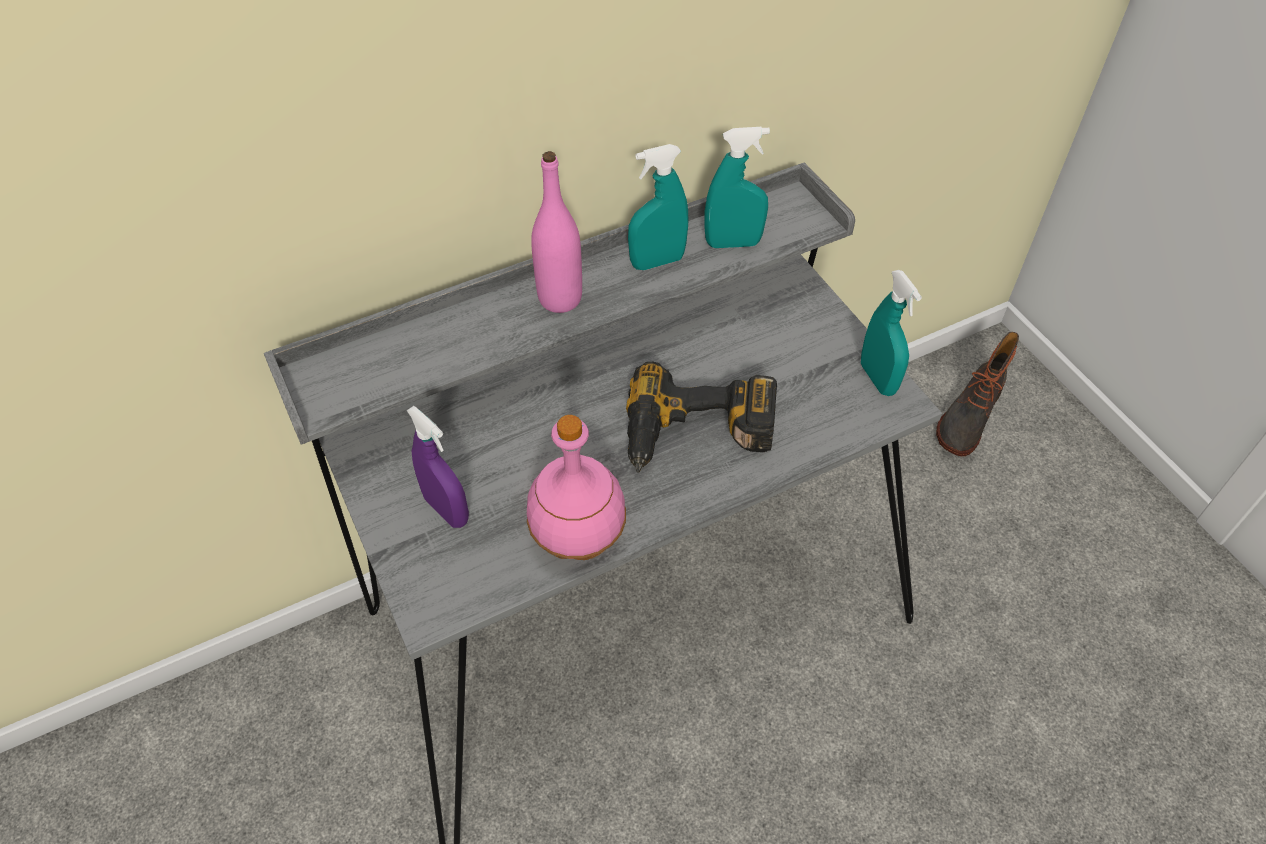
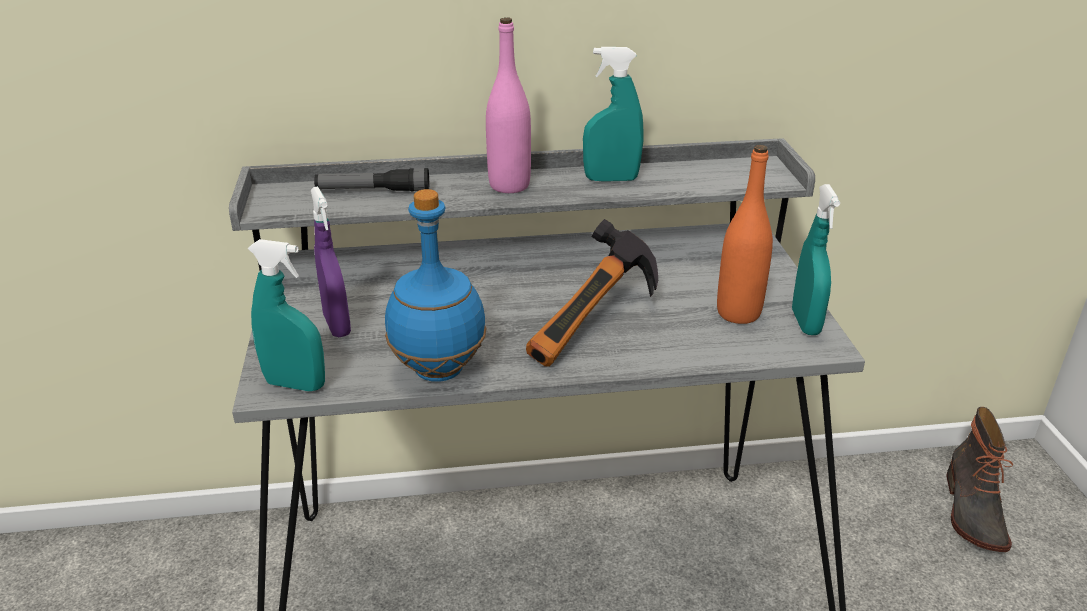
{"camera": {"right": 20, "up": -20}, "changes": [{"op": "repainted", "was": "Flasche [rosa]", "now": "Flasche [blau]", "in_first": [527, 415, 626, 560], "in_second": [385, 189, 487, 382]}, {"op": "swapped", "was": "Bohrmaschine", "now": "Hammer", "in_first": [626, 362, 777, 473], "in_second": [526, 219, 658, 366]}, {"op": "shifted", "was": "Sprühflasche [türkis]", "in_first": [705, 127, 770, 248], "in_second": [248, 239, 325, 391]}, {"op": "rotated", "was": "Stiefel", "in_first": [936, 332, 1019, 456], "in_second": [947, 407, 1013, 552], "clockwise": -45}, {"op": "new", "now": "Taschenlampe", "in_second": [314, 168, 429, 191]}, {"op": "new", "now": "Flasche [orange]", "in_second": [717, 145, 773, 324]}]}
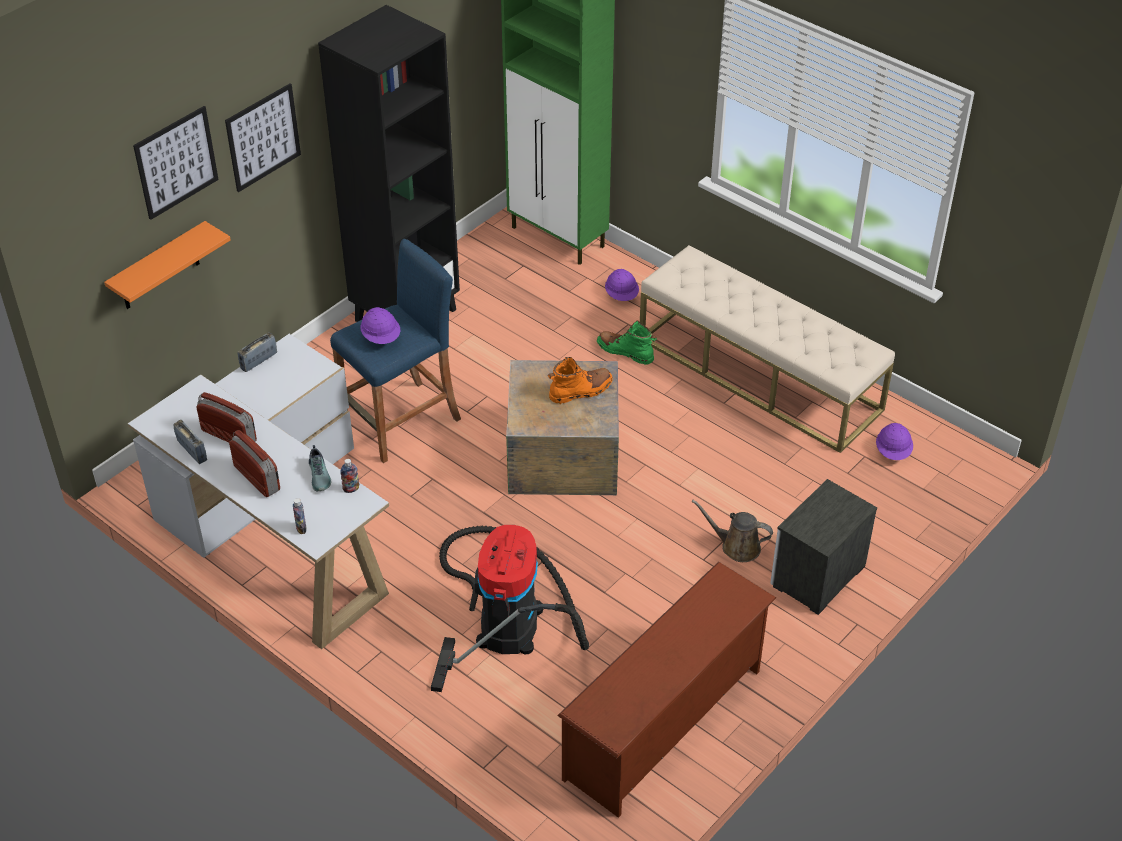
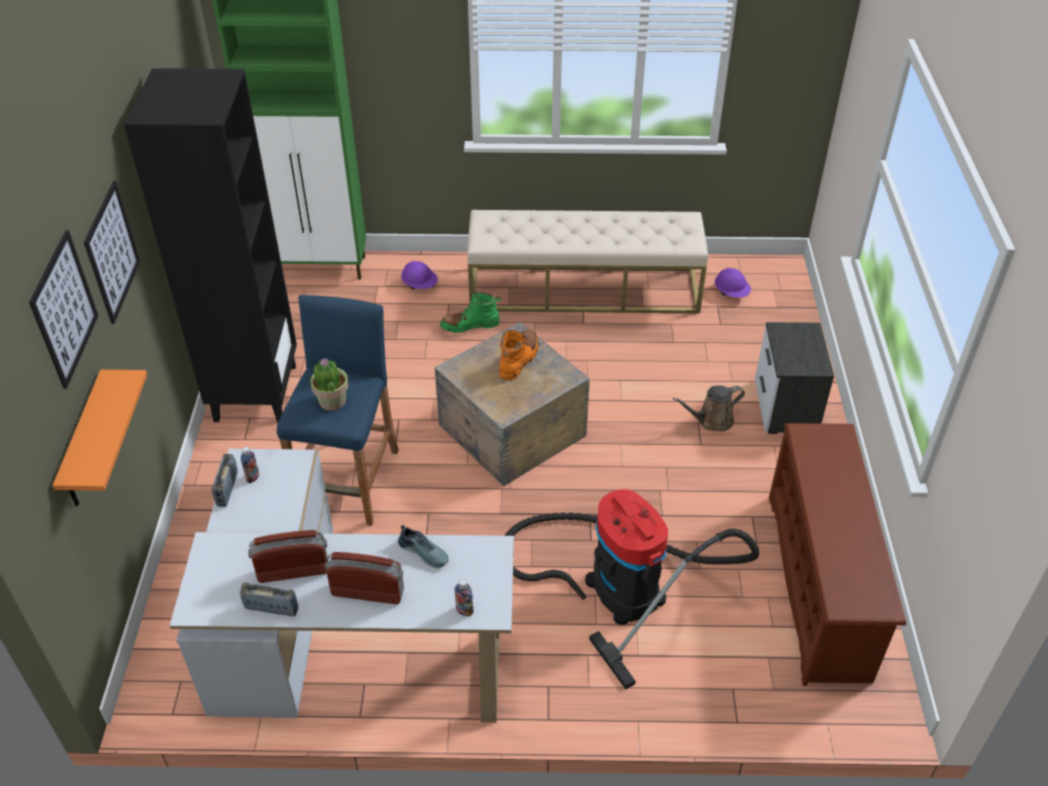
{"camera": {"right": -40, "up": 0}, "changes": [{"op": "shifted", "was": "Flasche", "in_first": [340, 459, 359, 493], "in_second": [241, 447, 259, 483]}, {"op": "swapped", "was": "Schutzhelm [lila]", "now": "Topfpflanze", "in_first": [360, 307, 400, 344], "in_second": [310, 358, 348, 411]}]}
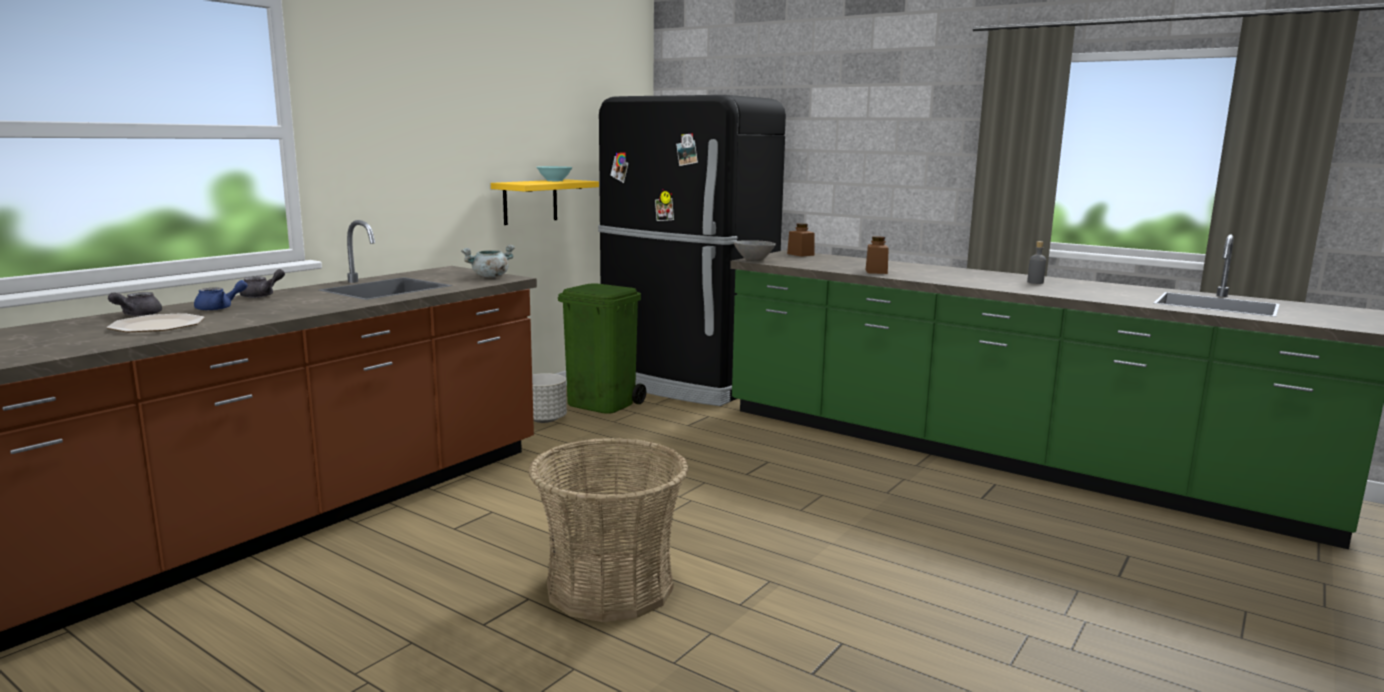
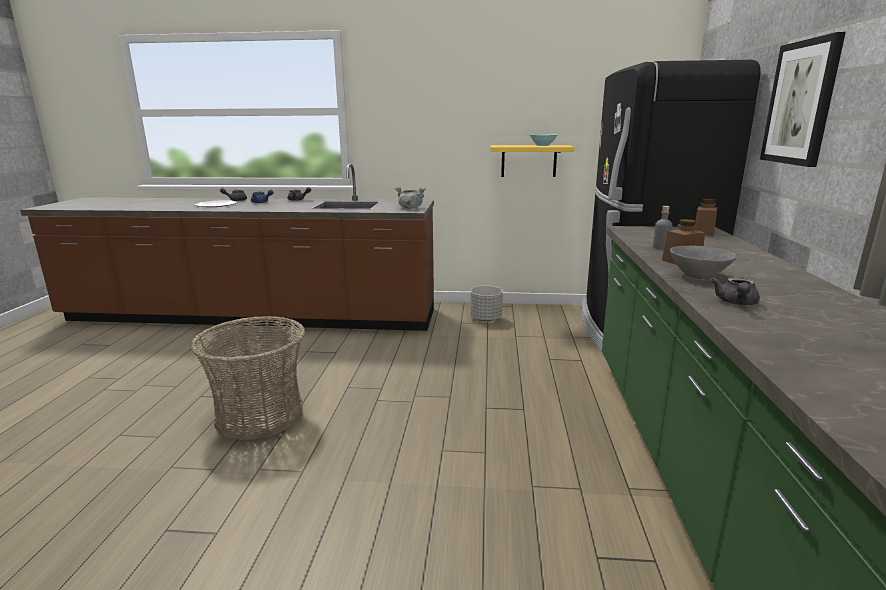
{"camera": {"right": 60, "up": 5}, "changes": [{"op": "gone", "was": "Mülleimer [grün]", "in_first": [558, 283, 646, 414]}, {"op": "shifted", "was": "Schüssel [grau]", "in_first": [734, 240, 776, 261], "in_second": [670, 246, 737, 279]}, {"op": "shifted", "was": "Flasche [grau]", "in_first": [1027, 241, 1046, 284], "in_second": [653, 206, 672, 249]}, {"op": "new", "now": "Teekanne [grau]", "in_second": [711, 277, 760, 305]}, {"op": "new", "now": "Bild", "in_second": [760, 32, 846, 167]}]}
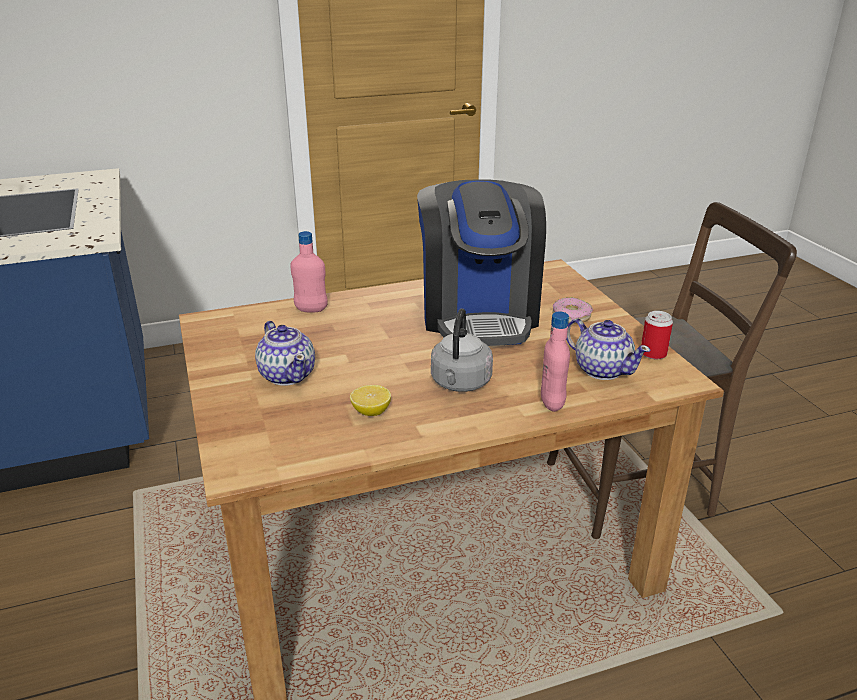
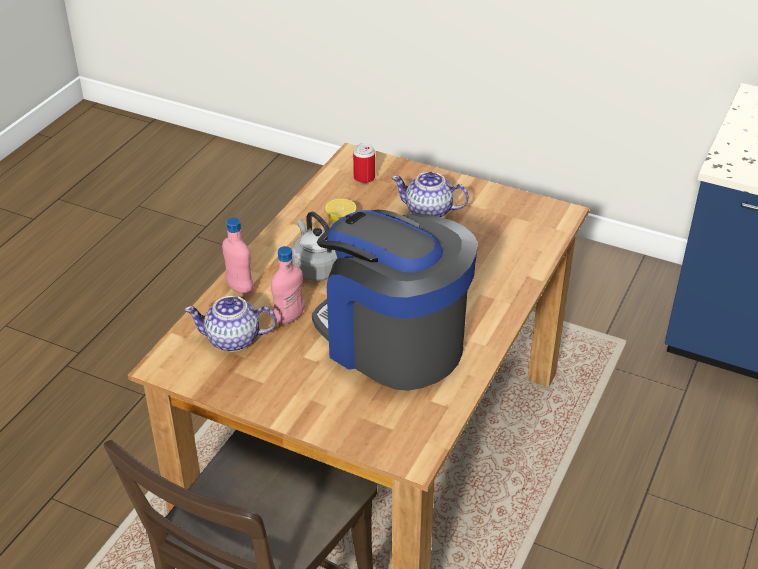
{"camera": {"right": 135, "up": 10}, "changes": [{"op": "shifted", "was": "Flasche [rosa]", "in_first": [291, 231, 328, 313], "in_second": [271, 246, 304, 324]}, {"op": "gone", "was": "Donut", "in_first": [552, 297, 593, 324]}, {"op": "shifted", "was": "Dose", "in_first": [641, 311, 673, 359], "in_second": [353, 143, 375, 183]}]}
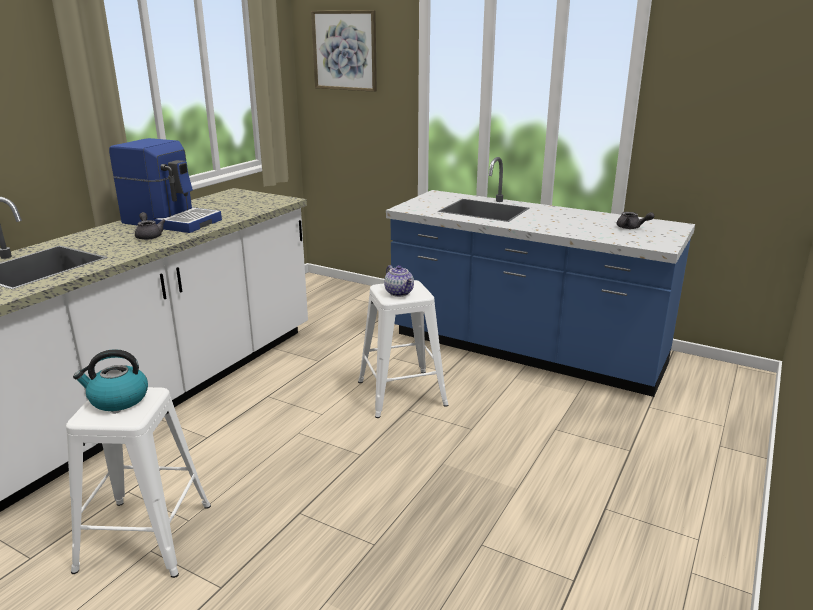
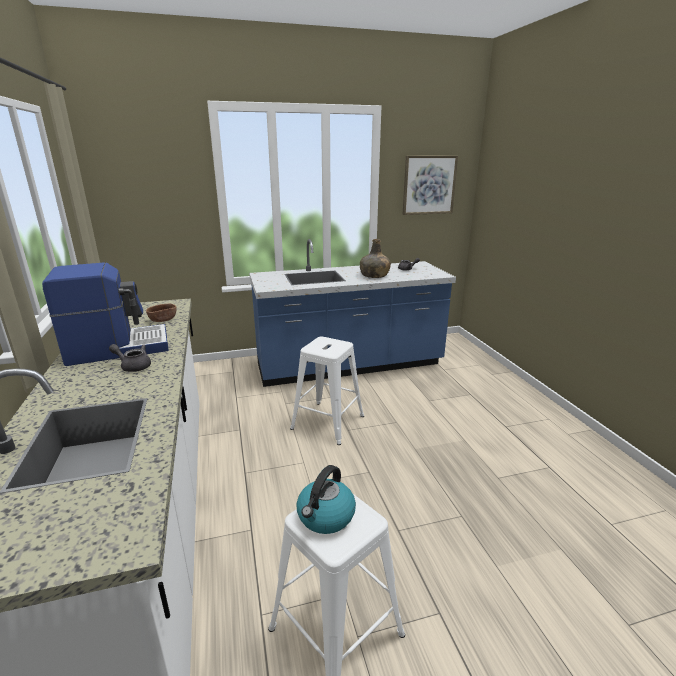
{"camera": {"right": -45, "up": 0}, "changes": [{"op": "shifted", "was": "Bild", "in_first": [311, 10, 377, 92], "in_second": [403, 156, 458, 215]}, {"op": "gone", "was": "Teekanne", "in_first": [384, 265, 414, 297]}, {"op": "new", "now": "Schüssel [braun]", "in_second": [146, 304, 177, 322]}, {"op": "new", "now": "Flasche [grün]", "in_second": [360, 239, 391, 278]}]}
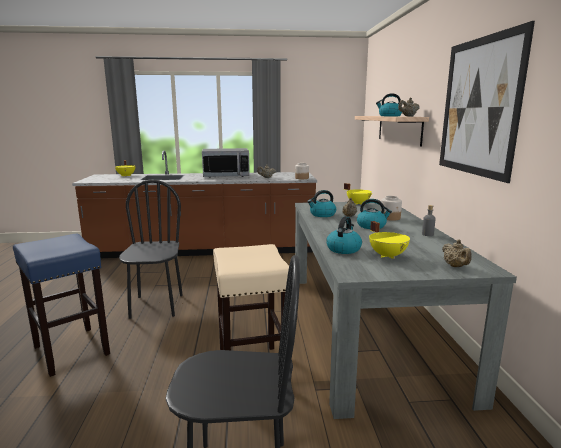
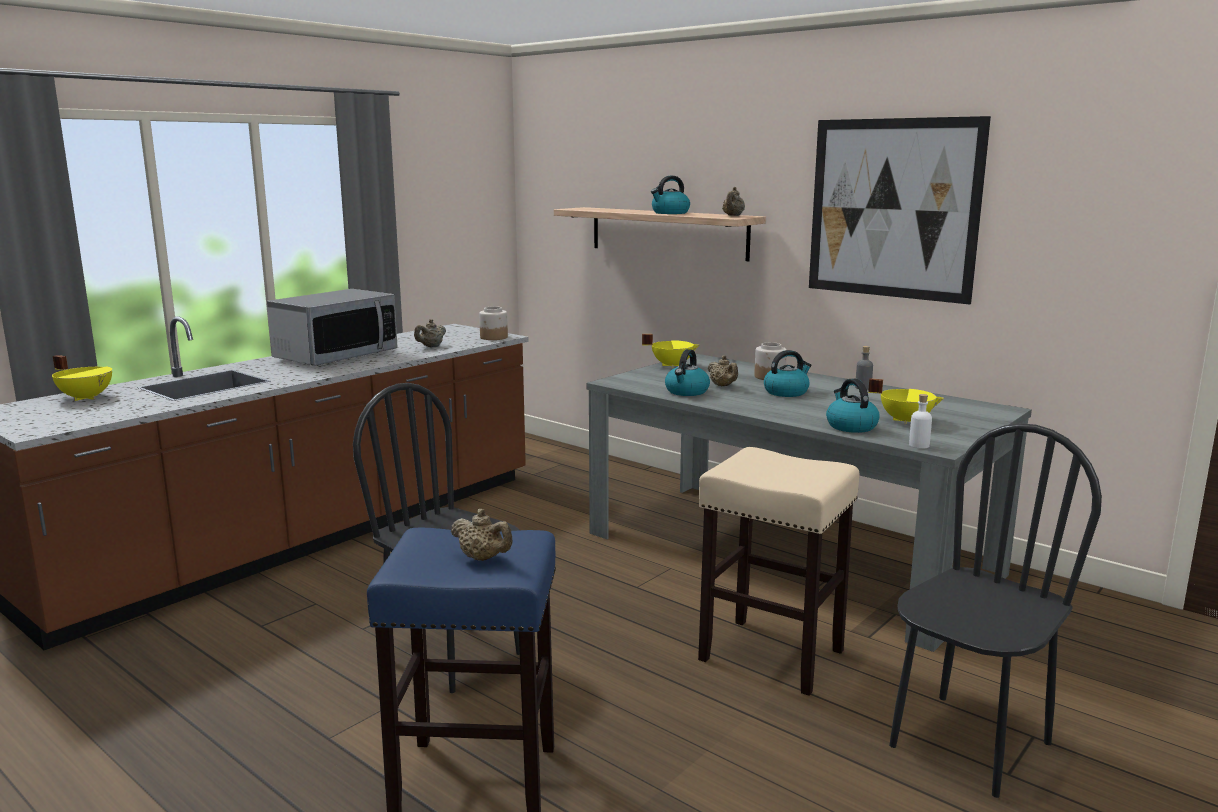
{"camera": {"right": -45, "up": 0}, "changes": [{"op": "shifted", "was": "Teekanne [beige]", "in_first": [442, 239, 472, 267], "in_second": [451, 509, 513, 561]}, {"op": "new", "now": "Flasche [weiß]", "in_second": [909, 394, 932, 449]}]}
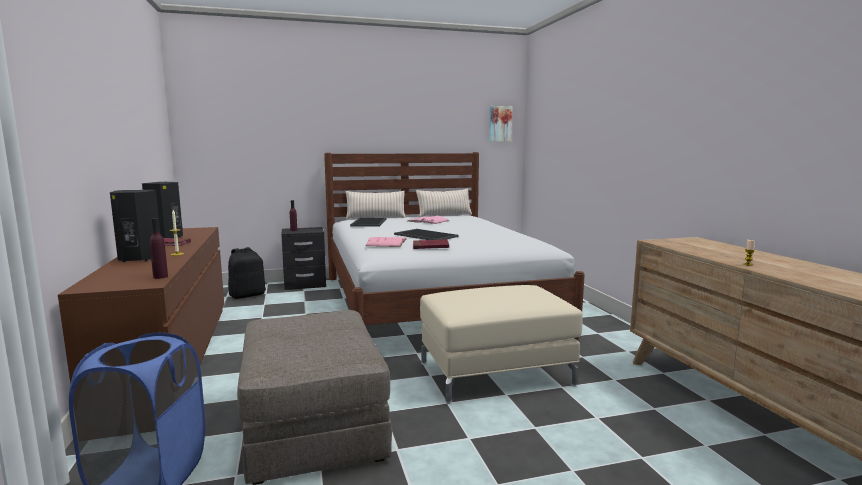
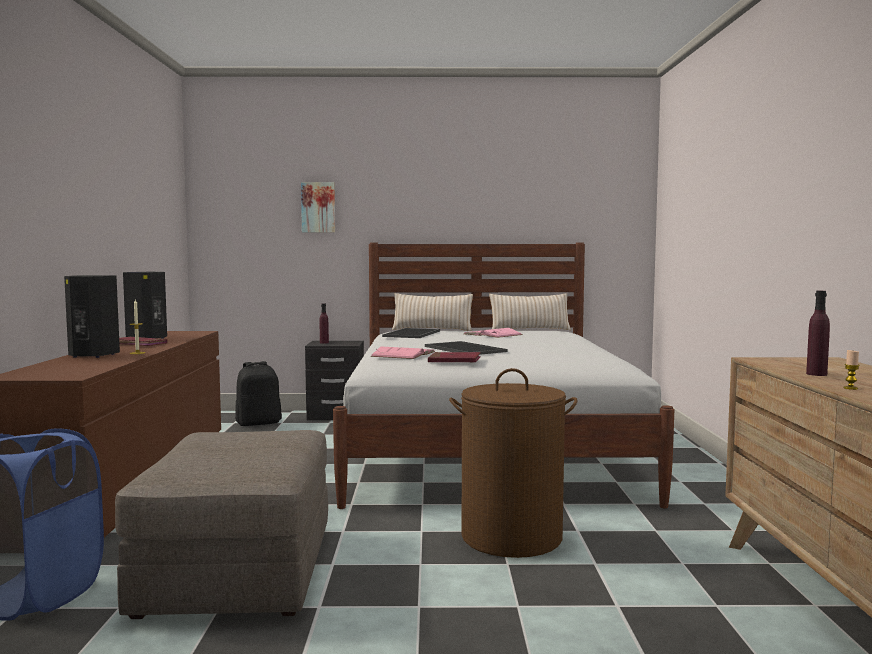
{"camera": {"right": 15, "up": -5}, "changes": [{"op": "shifted", "was": "Flasche [lila]", "in_first": [150, 218, 168, 279], "in_second": [806, 291, 830, 376]}, {"op": "swapped", "was": "Polsterhocker [beige]", "now": "Wäschekorb [braun]", "in_first": [420, 285, 583, 404], "in_second": [449, 368, 578, 558]}, {"op": "shifted", "was": "Bild", "in_first": [489, 106, 512, 142], "in_second": [301, 182, 335, 232]}]}
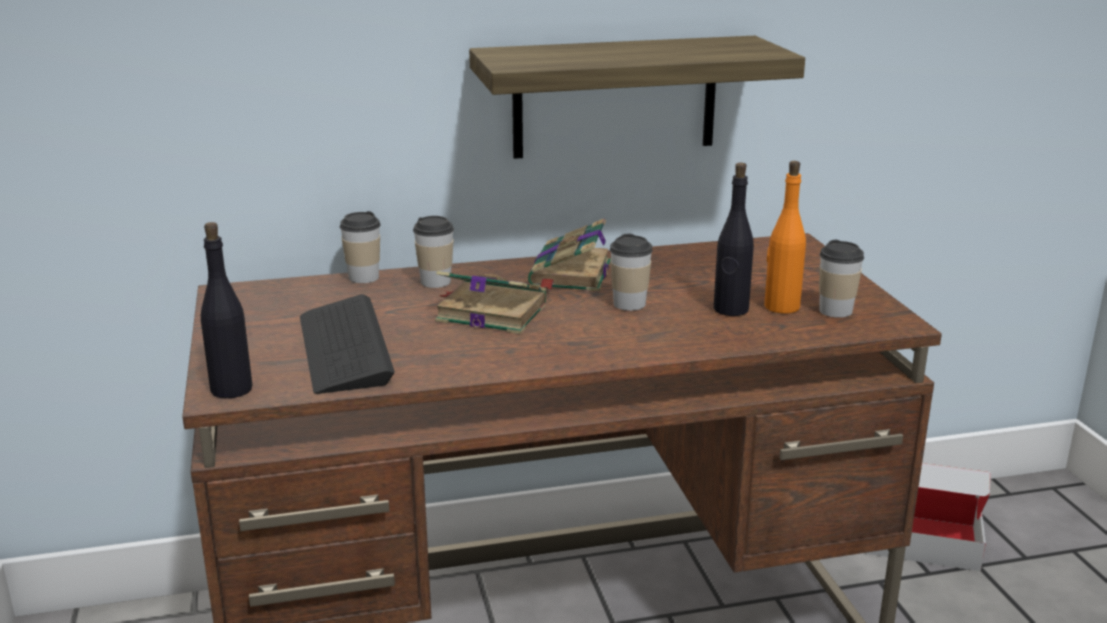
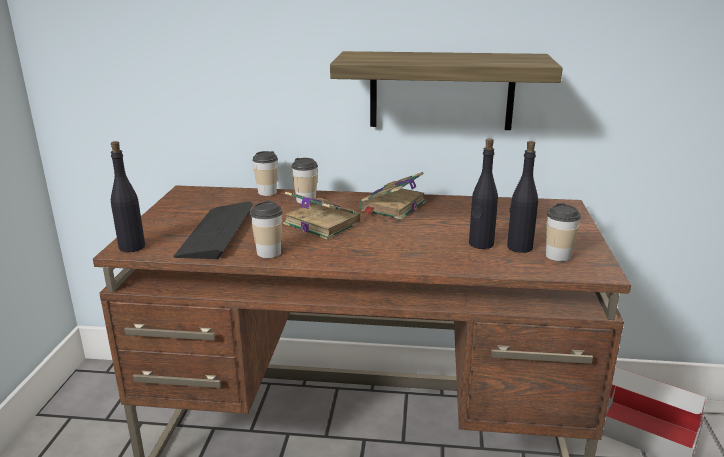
{"camera": {"right": 20, "up": 0}, "changes": [{"op": "shifted", "was": "Tasse", "in_first": [610, 234, 653, 311], "in_second": [250, 201, 282, 258]}, {"op": "repainted", "was": "Flasche [orange]", "now": "Flasche [schwarz]", "in_first": [764, 161, 806, 314], "in_second": [507, 141, 538, 253]}]}
